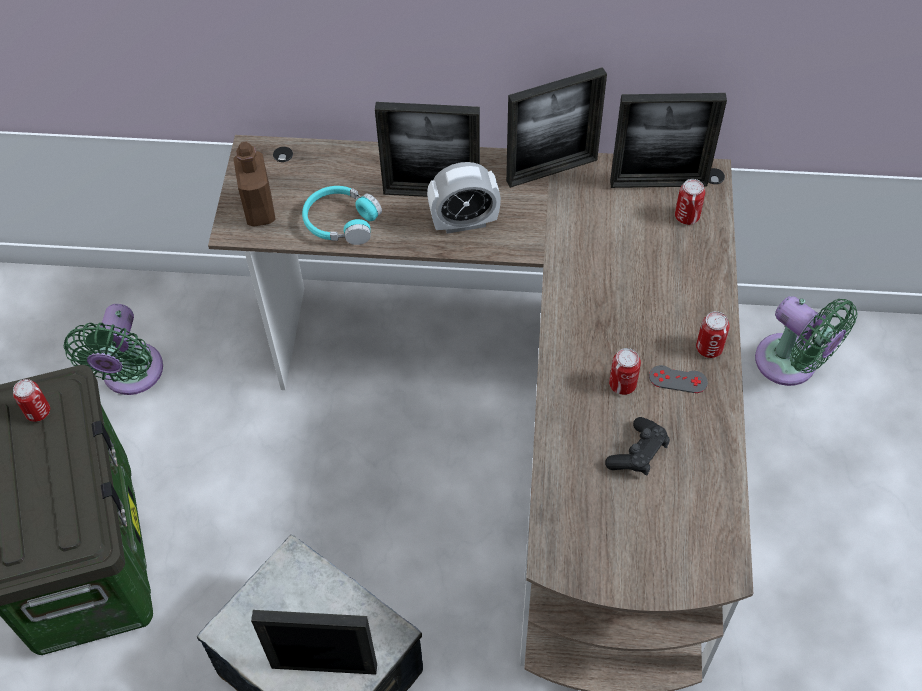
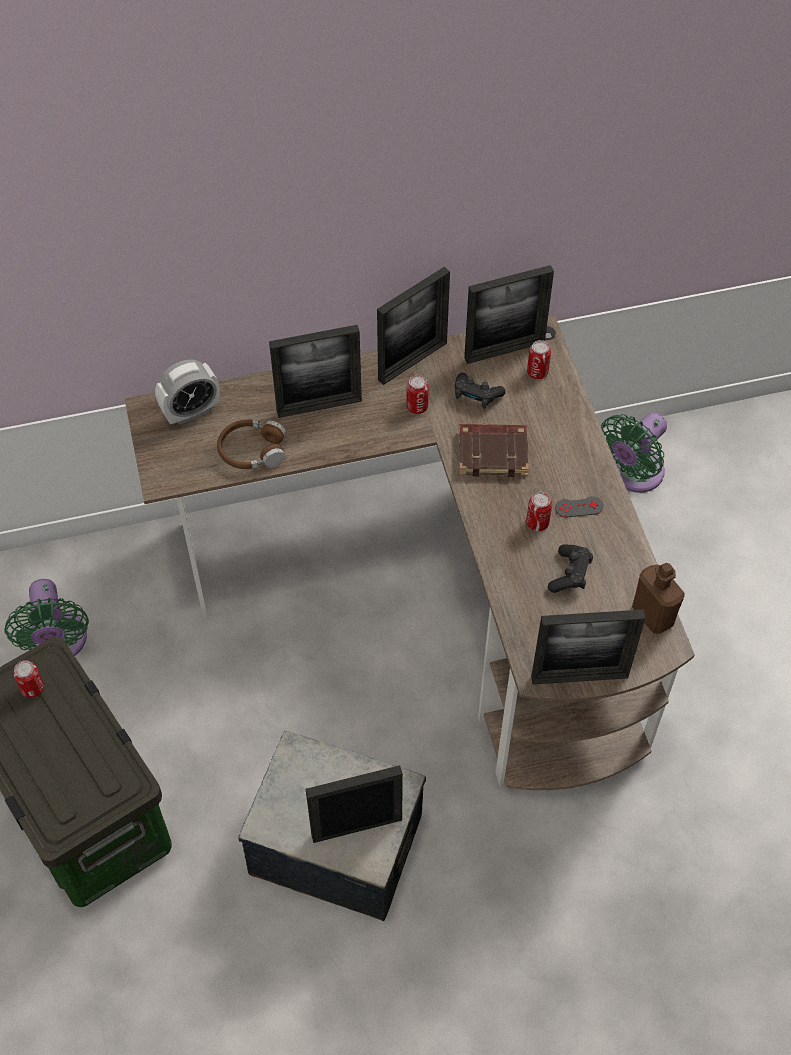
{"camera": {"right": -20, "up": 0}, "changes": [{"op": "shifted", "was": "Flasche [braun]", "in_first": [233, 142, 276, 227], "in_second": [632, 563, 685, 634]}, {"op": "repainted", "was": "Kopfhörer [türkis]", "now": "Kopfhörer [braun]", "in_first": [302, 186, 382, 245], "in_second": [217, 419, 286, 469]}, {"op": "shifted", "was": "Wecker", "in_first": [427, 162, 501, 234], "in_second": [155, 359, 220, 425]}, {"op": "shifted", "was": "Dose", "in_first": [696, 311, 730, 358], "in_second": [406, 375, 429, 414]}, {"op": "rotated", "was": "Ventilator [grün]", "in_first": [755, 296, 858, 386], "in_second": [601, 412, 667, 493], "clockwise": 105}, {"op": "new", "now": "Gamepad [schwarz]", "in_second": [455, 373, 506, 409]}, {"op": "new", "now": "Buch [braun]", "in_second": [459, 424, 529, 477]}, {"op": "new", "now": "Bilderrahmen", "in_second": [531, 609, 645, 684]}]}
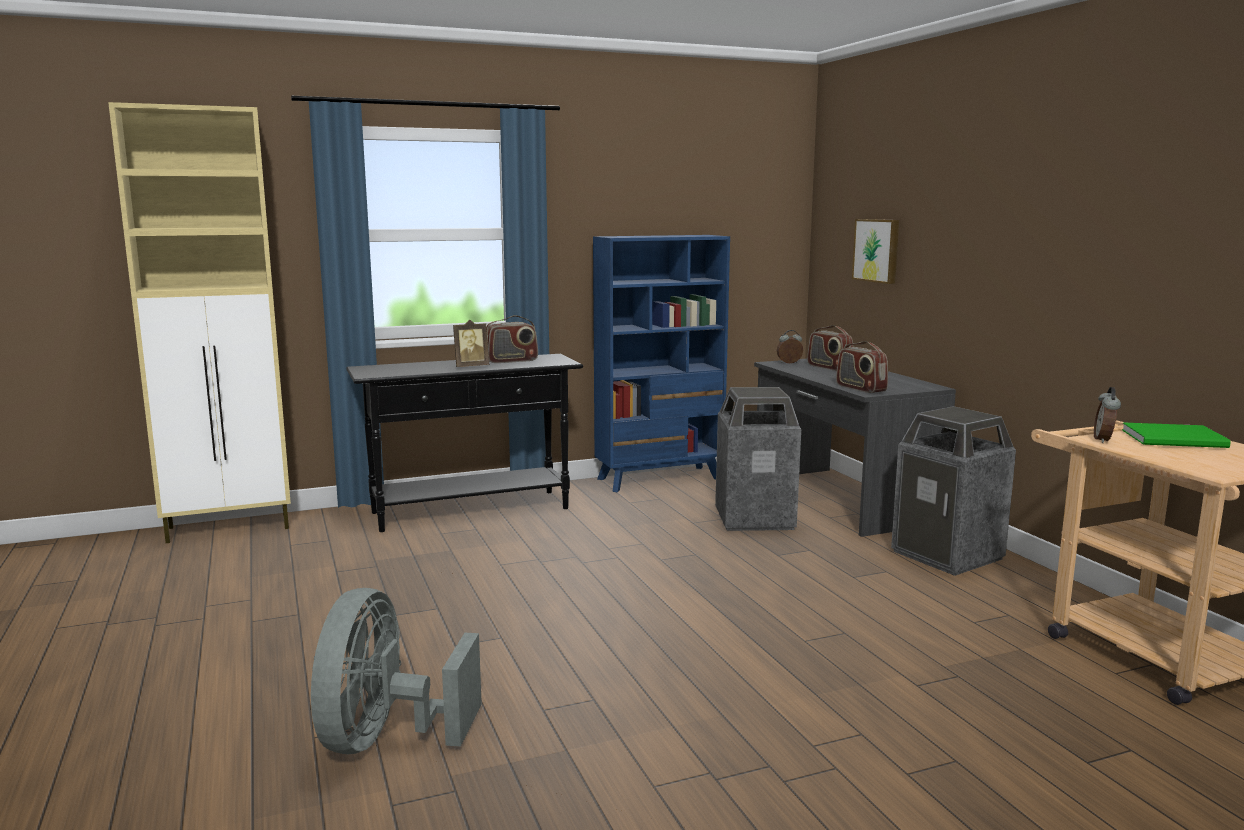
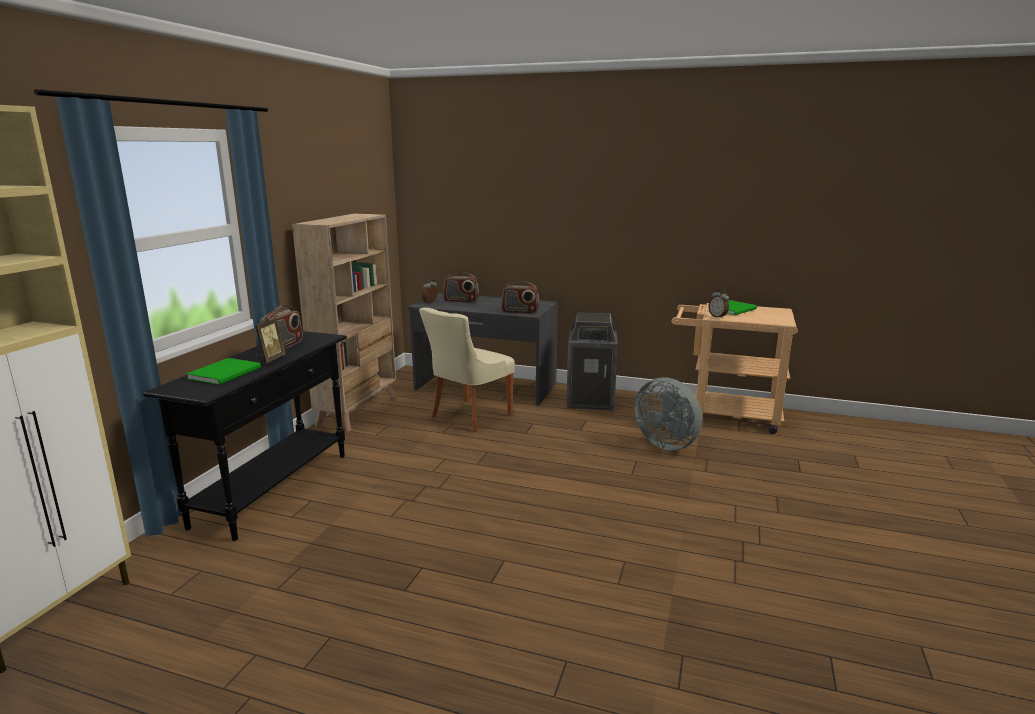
{"camera": {"right": -50, "up": 5}, "changes": [{"op": "shifted", "was": "Ventilator [grau]", "in_first": [311, 588, 482, 754], "in_second": [634, 377, 702, 450]}, {"op": "repainted", "was": "Bücherregal [blau]", "now": "Bücherregal [beige]", "in_first": [593, 235, 730, 492], "in_second": [292, 214, 397, 432]}, {"op": "swapped", "was": "Mülleimer", "now": "Stuhl [beige]", "in_first": [715, 387, 801, 531], "in_second": [419, 308, 515, 432]}, {"op": "gone", "was": "Bild", "in_first": [852, 219, 899, 284]}, {"op": "new", "now": "Buch [grün]", "in_second": [186, 358, 261, 385]}]}
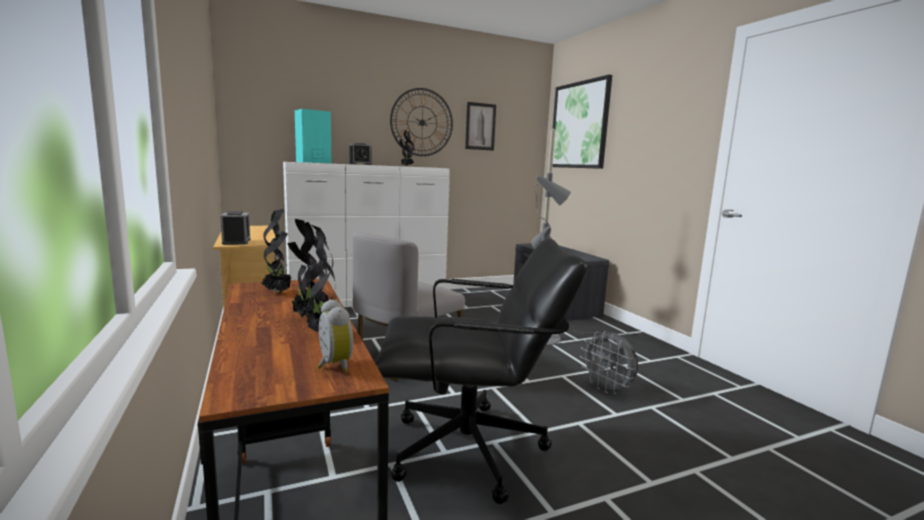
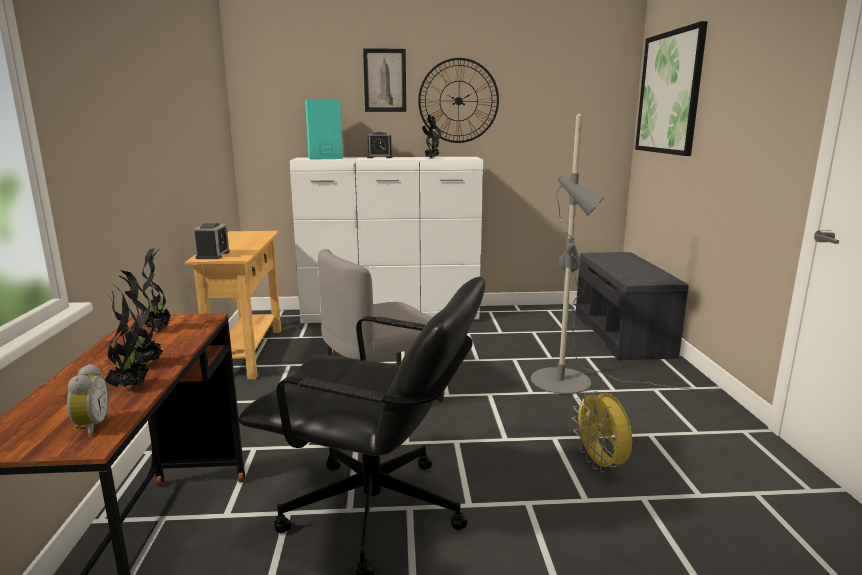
{"camera": {"right": 20, "up": 5}, "changes": [{"op": "shifted", "was": "Bild", "in_first": [465, 102, 496, 151], "in_second": [363, 48, 406, 112]}, {"op": "repainted", "was": "Ventilator [grau]", "now": "Ventilator [gelb]", "in_first": [580, 331, 638, 394], "in_second": [572, 390, 632, 473]}]}
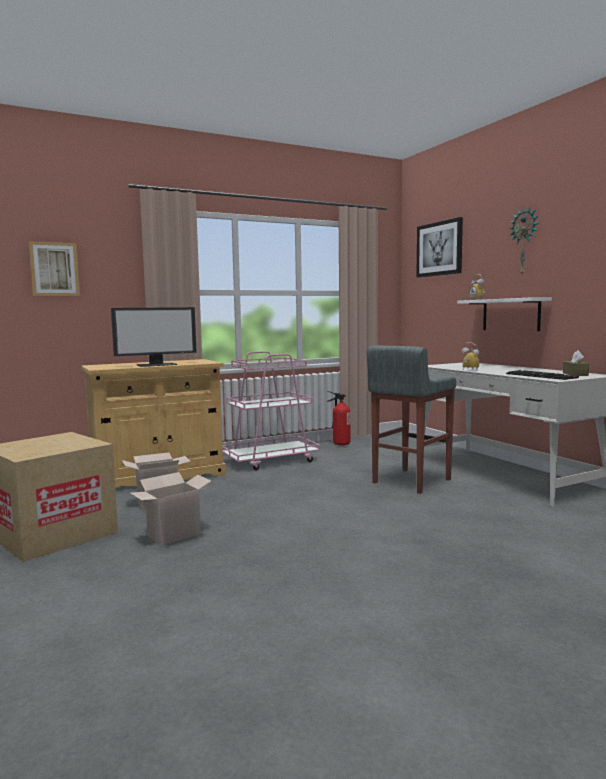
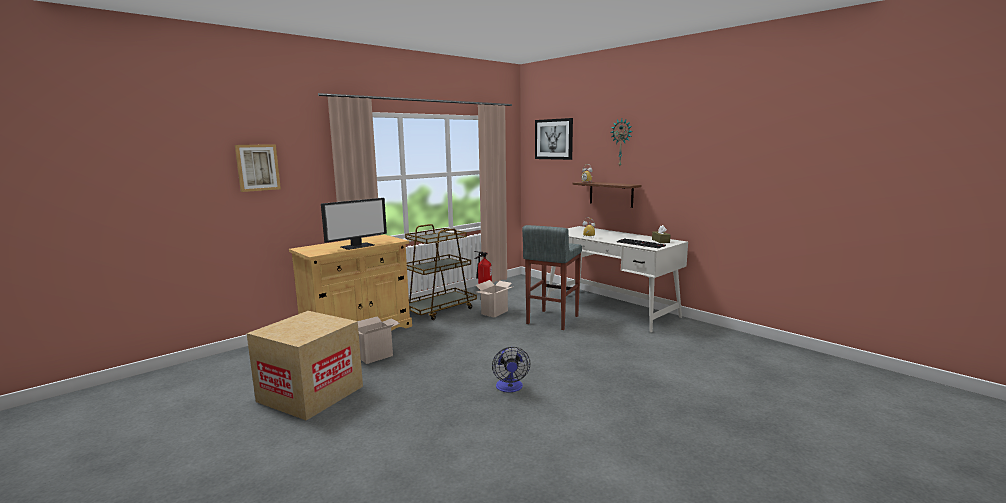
{"camera": {"right": -15, "up": 5}, "changes": [{"op": "shifted", "was": "Karton", "in_first": [130, 472, 211, 545], "in_second": [476, 280, 514, 318]}, {"op": "repainted", "was": "Rollwagen [rosa]", "now": "Rollwagen [braun]", "in_first": [222, 351, 320, 470], "in_second": [405, 224, 477, 320]}, {"op": "repainted", "was": "Wandregal [weiß]", "now": "Wandregal [braun]", "in_first": [457, 297, 552, 331], "in_second": [573, 181, 642, 208]}, {"op": "new", "now": "Ventilator", "in_second": [492, 347, 530, 392]}]}
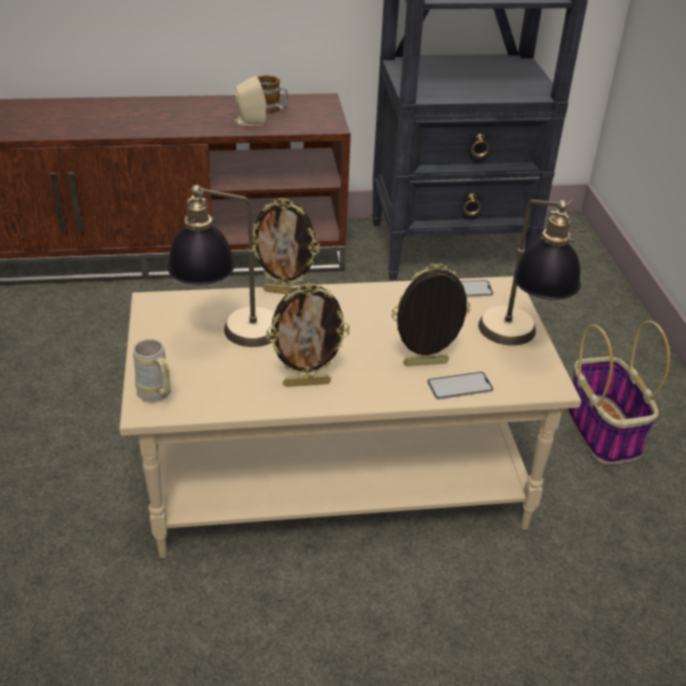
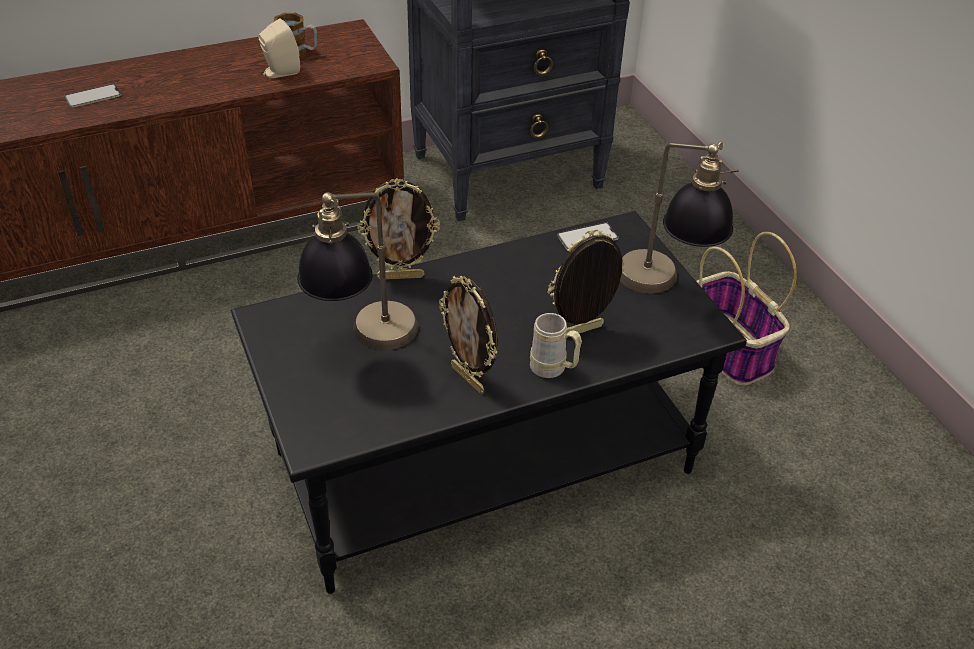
{"camera": {"right": -15, "up": 5}, "changes": [{"op": "repainted", "was": "Couchtisch [beige]", "now": "Couchtisch [schwarz]", "in_first": [119, 276, 581, 559], "in_second": [231, 211, 747, 594]}, {"op": "shifted", "was": "Henkelbecher [beige]", "in_first": [133, 339, 171, 402], "in_second": [530, 313, 582, 378]}, {"op": "rotated", "was": "Bilderrahmen", "in_first": [266, 283, 350, 387], "in_second": [439, 276, 497, 394], "clockwise": 75}, {"op": "shifted", "was": "Handy", "in_first": [428, 372, 493, 399], "in_second": [64, 84, 121, 108]}]}
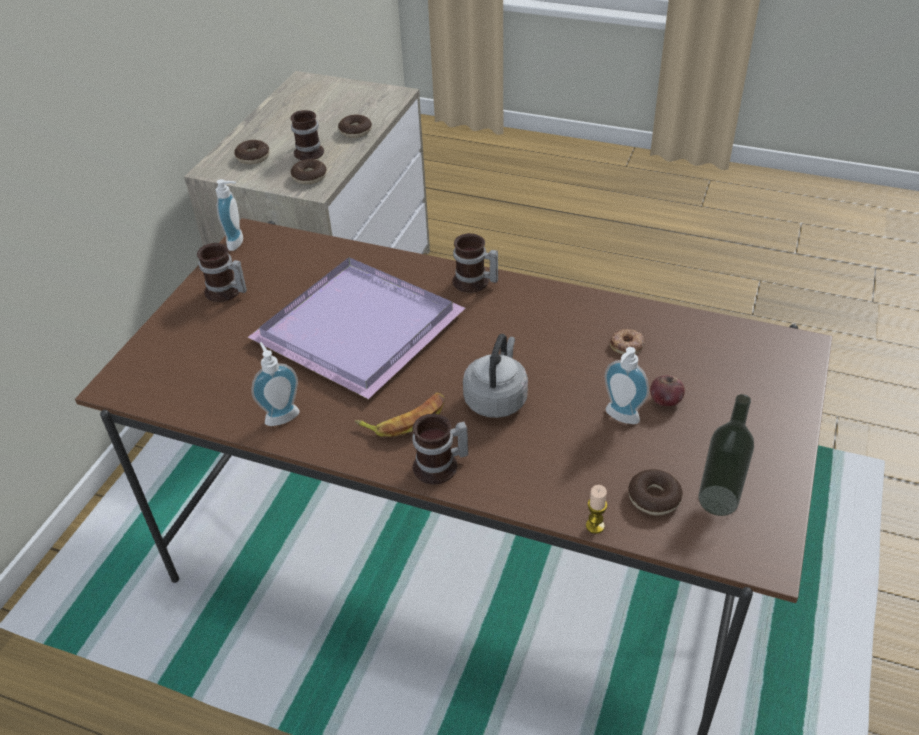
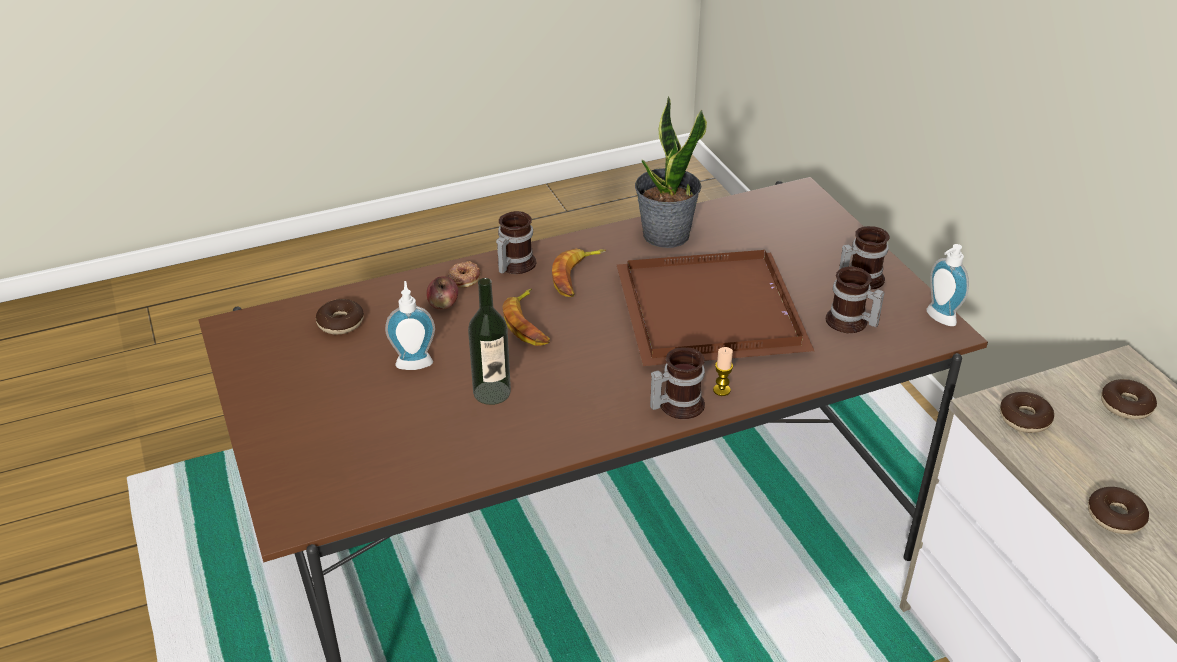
{"camera": {"right": 135, "up": -5}, "changes": [{"op": "repainted", "was": "Tablett [lila]", "now": "Tablett [braun]", "in_first": [247, 257, 465, 399], "in_second": [617, 250, 814, 366]}, {"op": "swapped", "was": "Seifenspender", "now": "Topfpflanze", "in_first": [251, 342, 299, 426], "in_second": [635, 96, 707, 248]}, {"op": "shifted", "was": "Henkelbecher", "in_first": [290, 110, 324, 160], "in_second": [826, 267, 885, 333]}, {"op": "swapped", "was": "Wasserkessel [grau]", "now": "Banane", "in_first": [463, 334, 528, 418], "in_second": [502, 288, 550, 346]}, {"op": "shifted", "was": "Kerze", "in_first": [586, 485, 607, 534], "in_second": [713, 347, 733, 396]}, {"op": "shifted", "was": "Donut", "in_first": [610, 329, 645, 354], "in_second": [448, 261, 480, 288]}, {"op": "shifted", "was": "Apfel", "in_first": [650, 375, 685, 406], "in_second": [426, 276, 458, 309]}, {"op": "shifted", "was": "Flasche", "in_first": [698, 394, 754, 516], "in_second": [468, 278, 511, 405]}]}
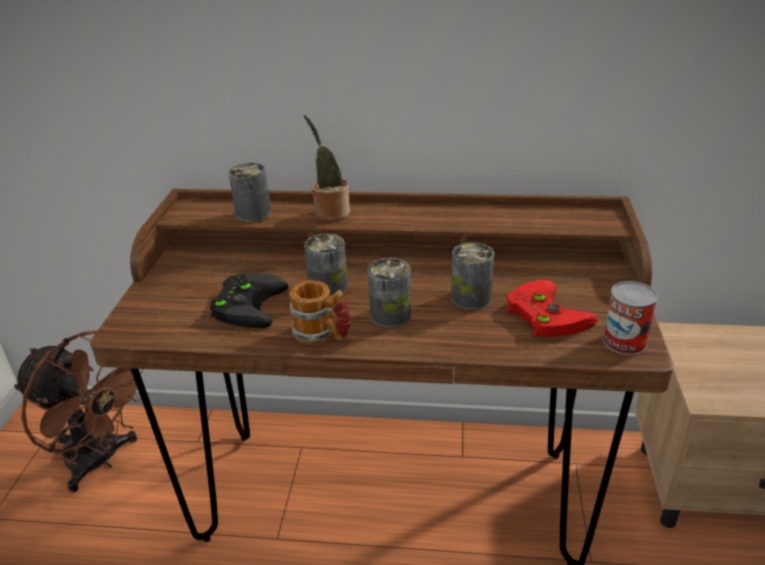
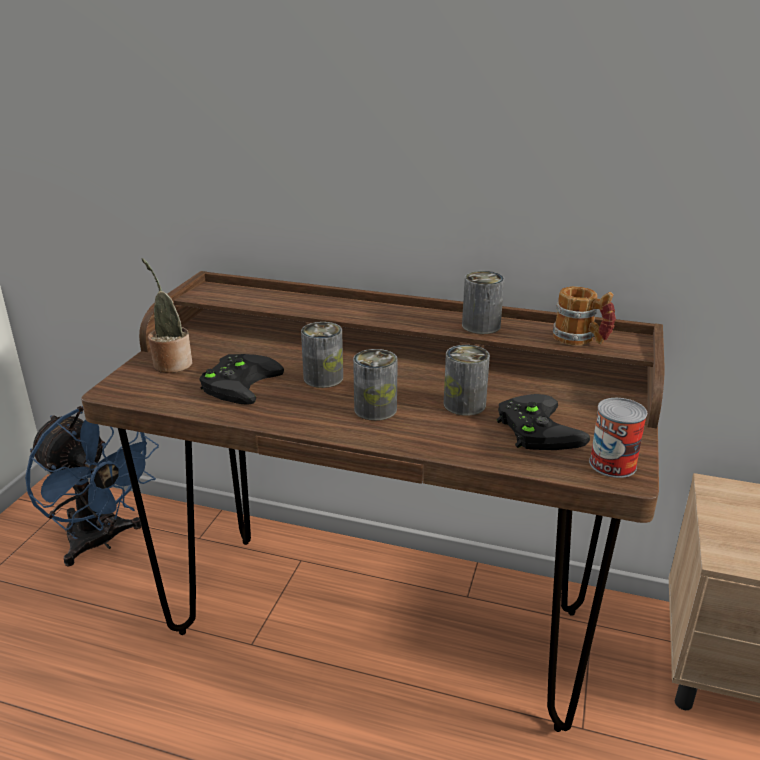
{"camera": {"right": 10, "up": -5}, "changes": [{"op": "repainted", "was": "Ventilator [braun]", "now": "Ventilator [blau]", "in_first": [14, 330, 149, 493], "in_second": [25, 406, 159, 567]}, {"op": "shifted", "was": "Dose", "in_first": [229, 163, 271, 222], "in_second": [462, 271, 505, 334]}, {"op": "shifted", "was": "Henkelbecher", "in_first": [289, 280, 351, 346], "in_second": [553, 286, 616, 345]}, {"op": "shifted", "was": "Topfpflanze", "in_first": [304, 115, 350, 221], "in_second": [142, 258, 192, 373]}, {"op": "repainted", "was": "Gamepad [rot]", "now": "Gamepad [schwarz]", "in_first": [506, 280, 597, 337], "in_second": [496, 394, 590, 450]}]}
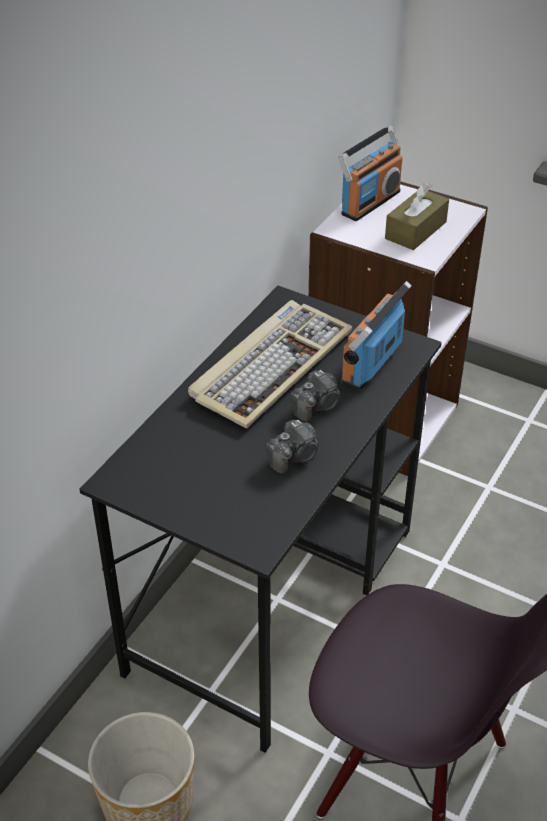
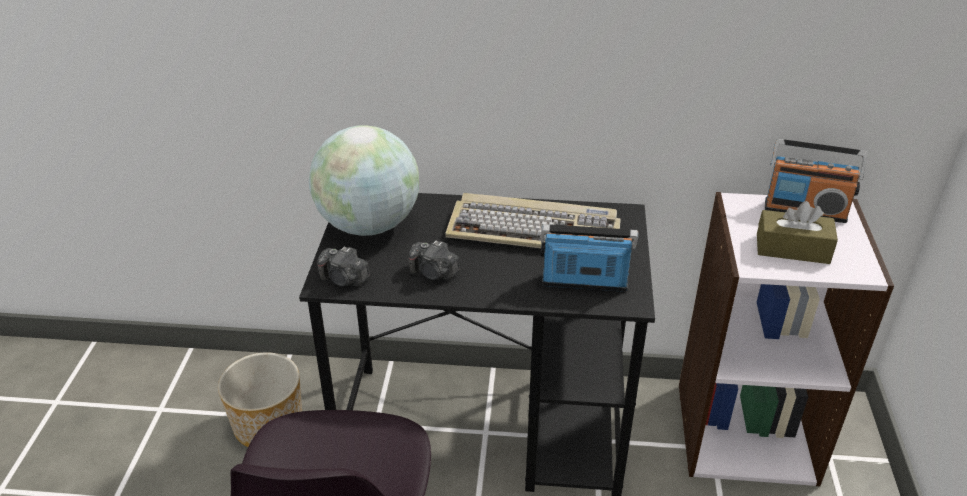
{"camera": {"right": 65, "up": -5}, "changes": [{"op": "shifted", "was": "Kamera", "in_first": [290, 370, 341, 422], "in_second": [317, 246, 370, 287]}, {"op": "new", "now": "Globus", "in_second": [309, 125, 419, 236]}]}
